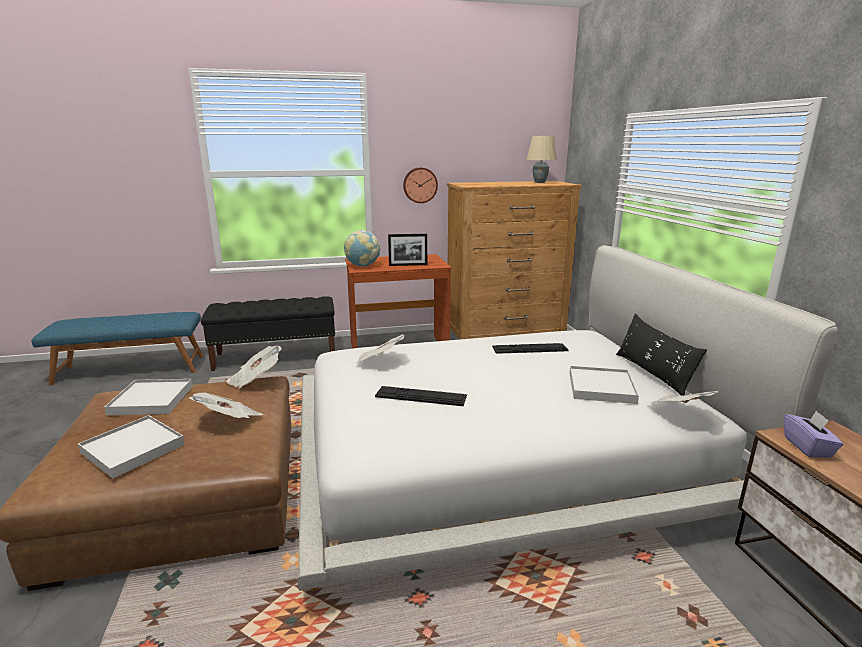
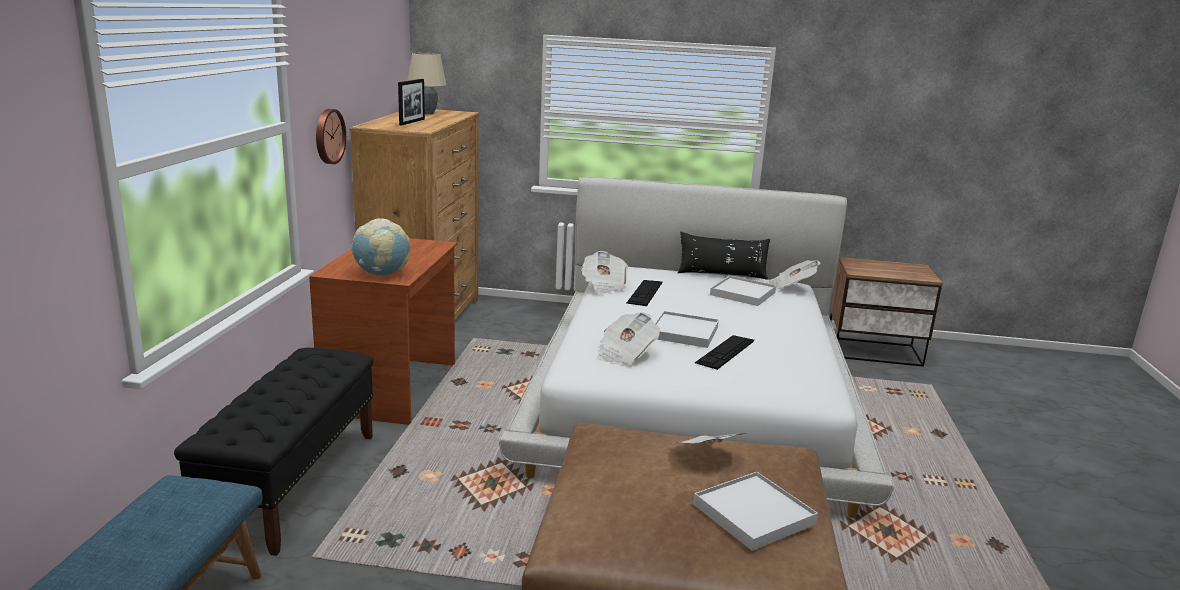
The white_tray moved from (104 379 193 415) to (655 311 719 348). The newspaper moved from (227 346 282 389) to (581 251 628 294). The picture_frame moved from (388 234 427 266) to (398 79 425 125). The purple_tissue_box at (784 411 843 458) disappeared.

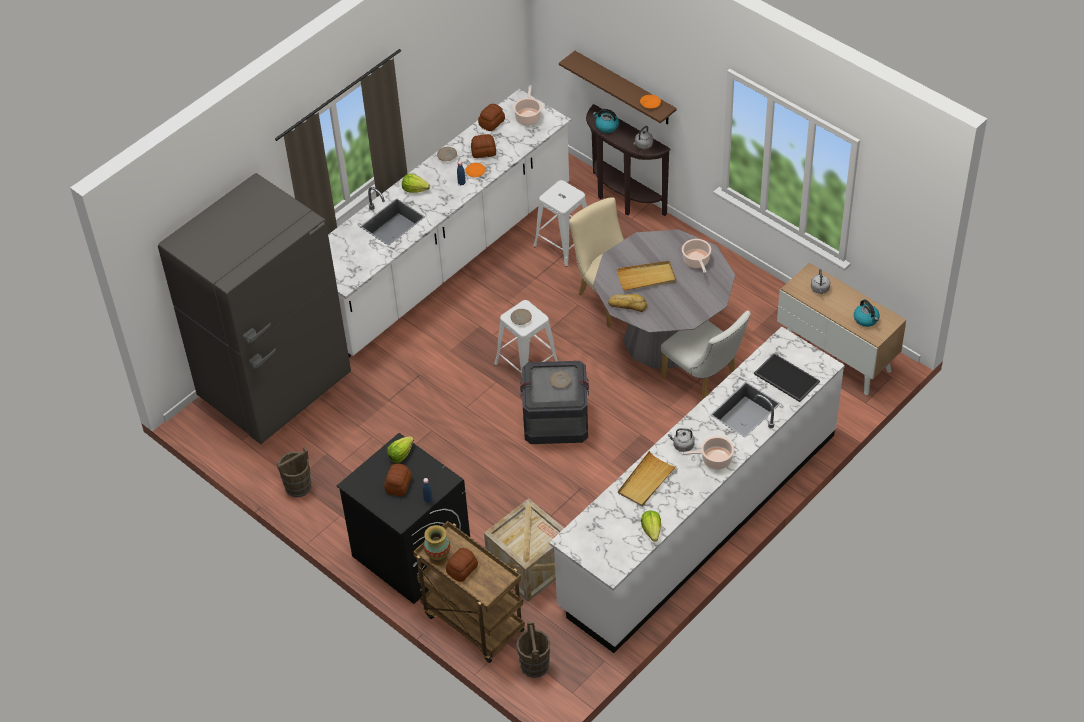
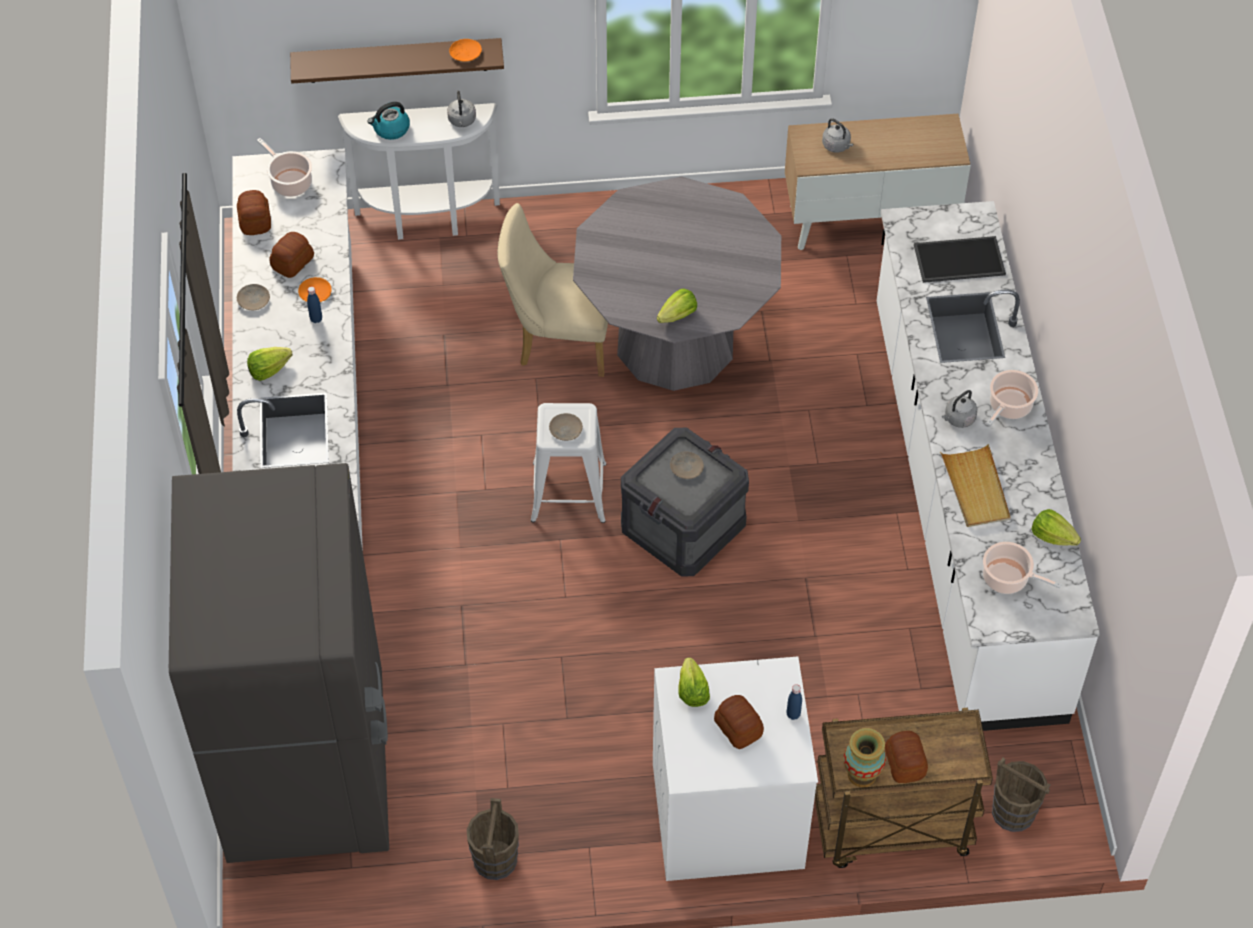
The black_washing_machine at (337 433 470 604) became the white_washing_machine at (653 656 818 881). The crate at (484 498 564 602) disappeared. The white_stool at (533 180 587 267) disappeared. The brown_console_table at (586 104 670 216) became the white_console_table at (338 103 500 240). The bread at (608 294 647 312) was replaced by the lettuce at (657 288 697 323). The beige_tray at (617 261 676 291) disappeared. The white_chair at (661 310 751 400) disappeared. The cooking_pot moved from (682 239 711 273) to (983 542 1062 594). The kettle at (854 300 880 327) disappeared.

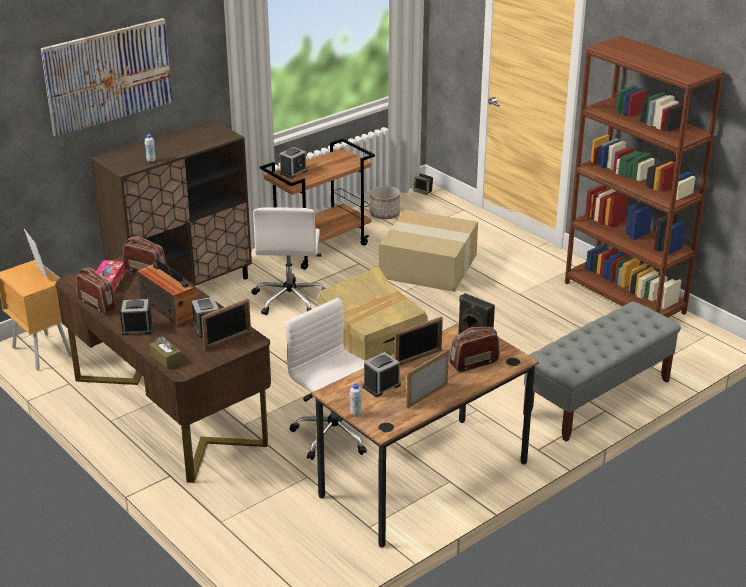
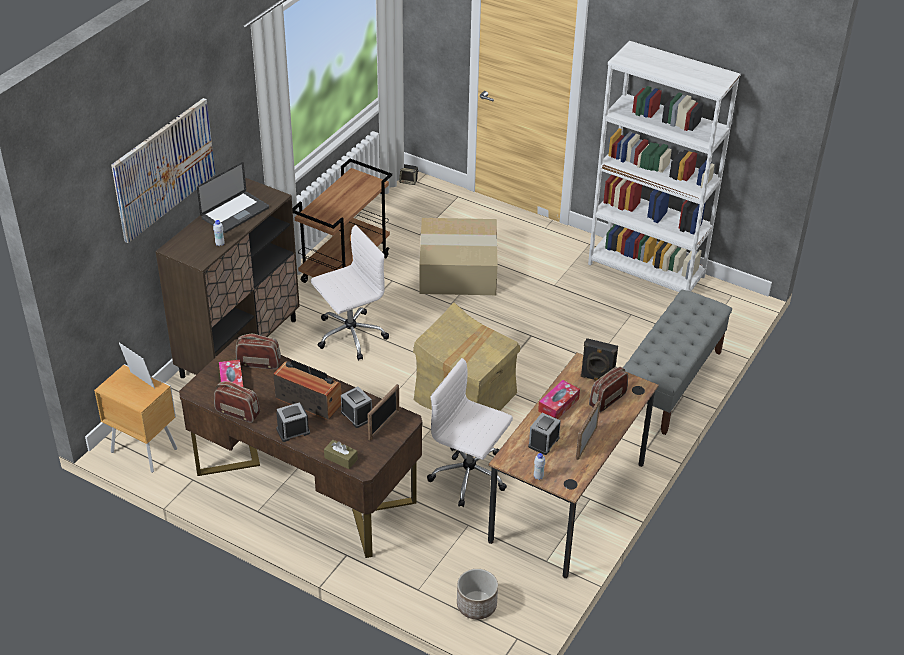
The white_office_chair at (251 207 326 315) turned 105 degrees counterclockwise. The alarm_clock at (280 147 308 178) disappeared. The planter moved from (370 186 400 219) to (457 569 498 619). The picture_frame at (395 317 443 365) was replaced by the tissue_box at (538 380 580 419). The brown_bookcase at (565 36 724 318) became the white_bookcase at (588 41 741 292). The laptop at (197 162 269 233) appeared.

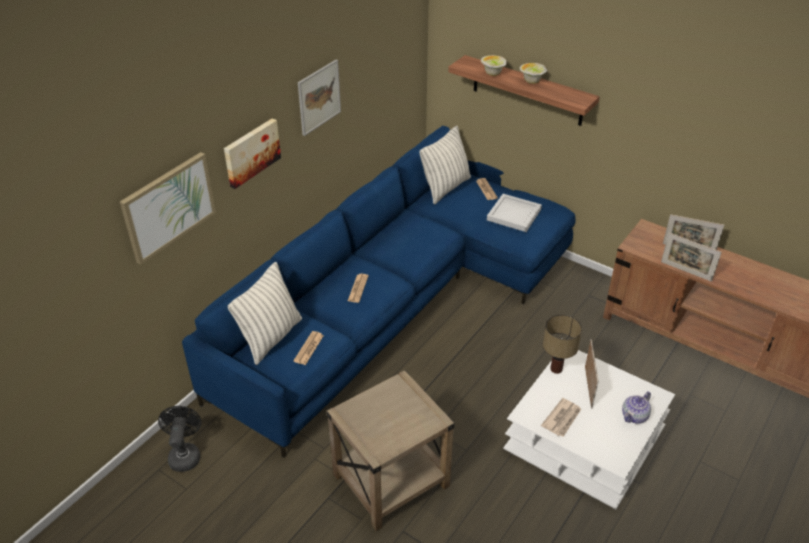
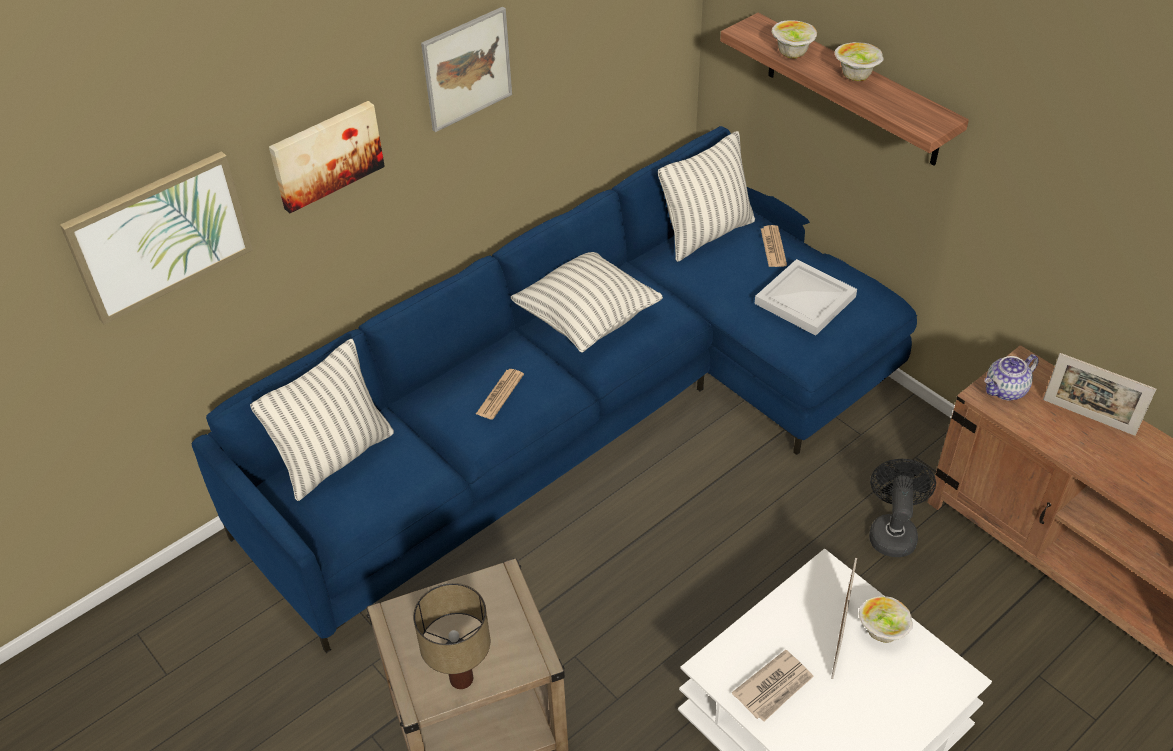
The black_fan moved from (158 406 201 472) to (869 459 936 557). The newspaper at (293 331 324 365) disappeared. The table_lamp moved from (543 314 582 374) to (413 583 490 689). The teapot moved from (622 391 651 424) to (984 354 1039 401). The picture_frame at (661 232 721 282) disappeared. The pillow at (510 252 663 353) appeared. The bowl at (859 596 913 643) appeared.

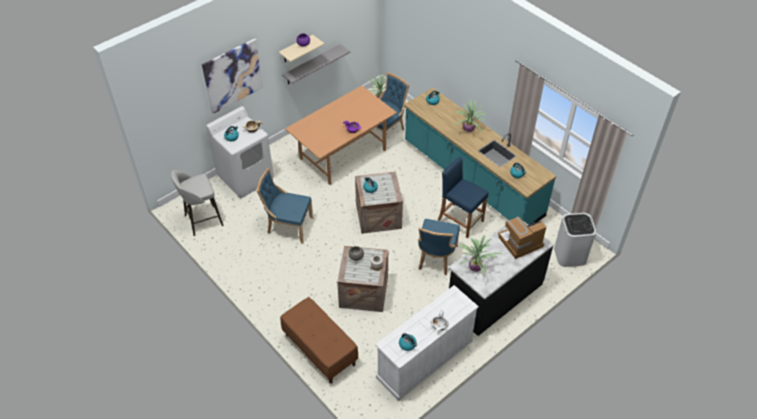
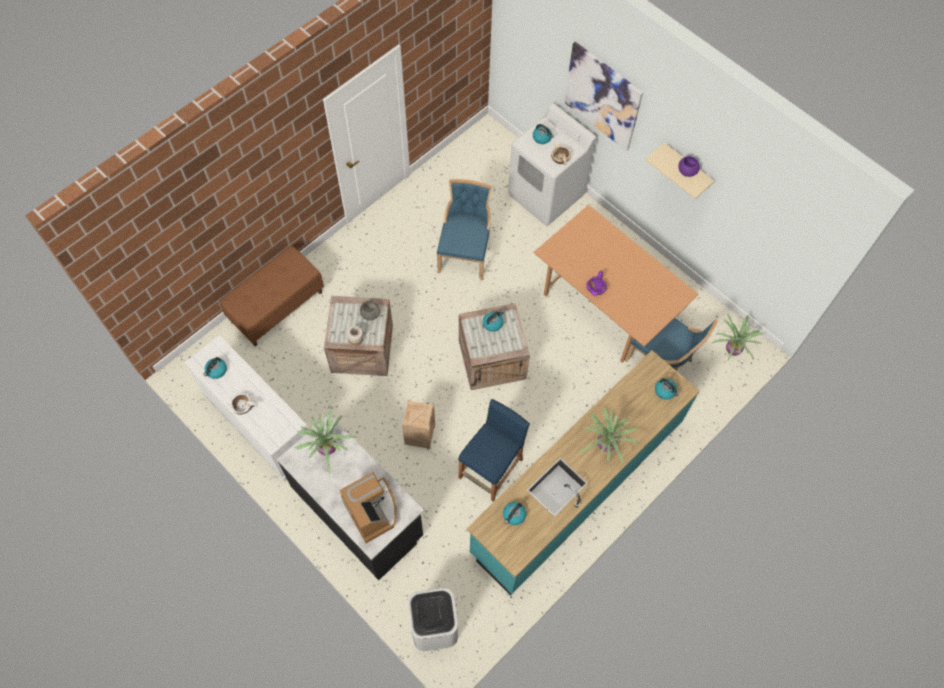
The grey_stool at (171 170 224 236) disappeared. The grey_shelf at (282 44 350 84) disappeared. The blue_chair at (418 219 460 275) was replaced by the crate at (402 400 435 449).

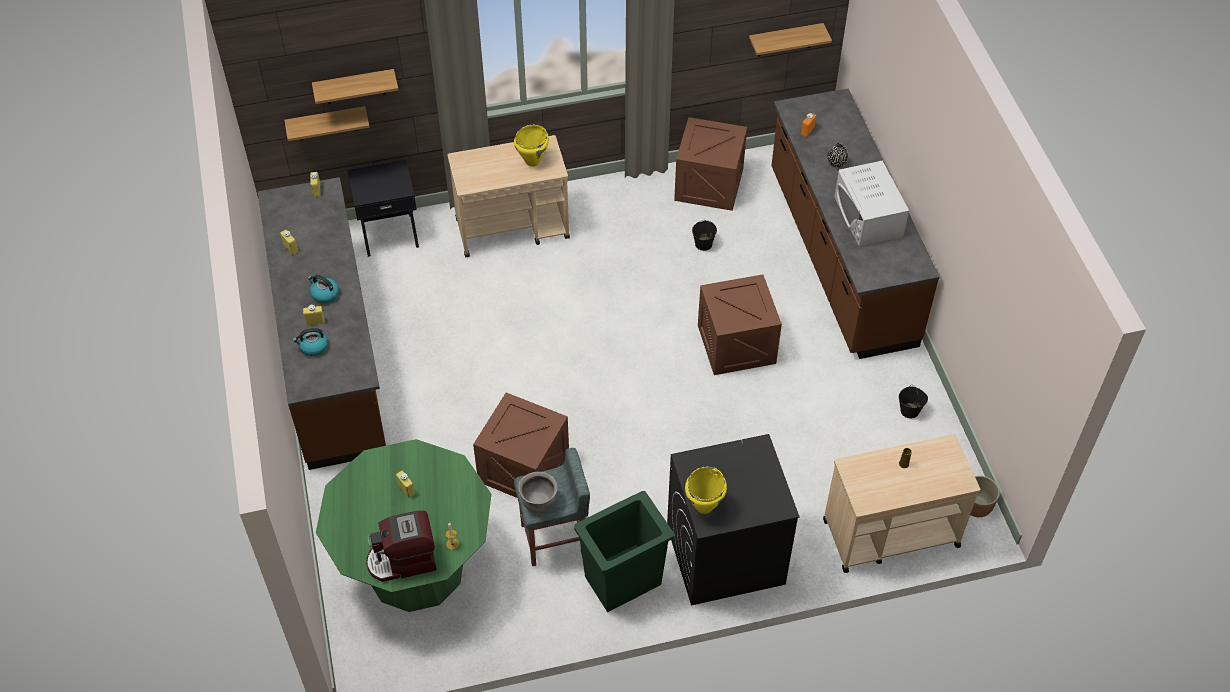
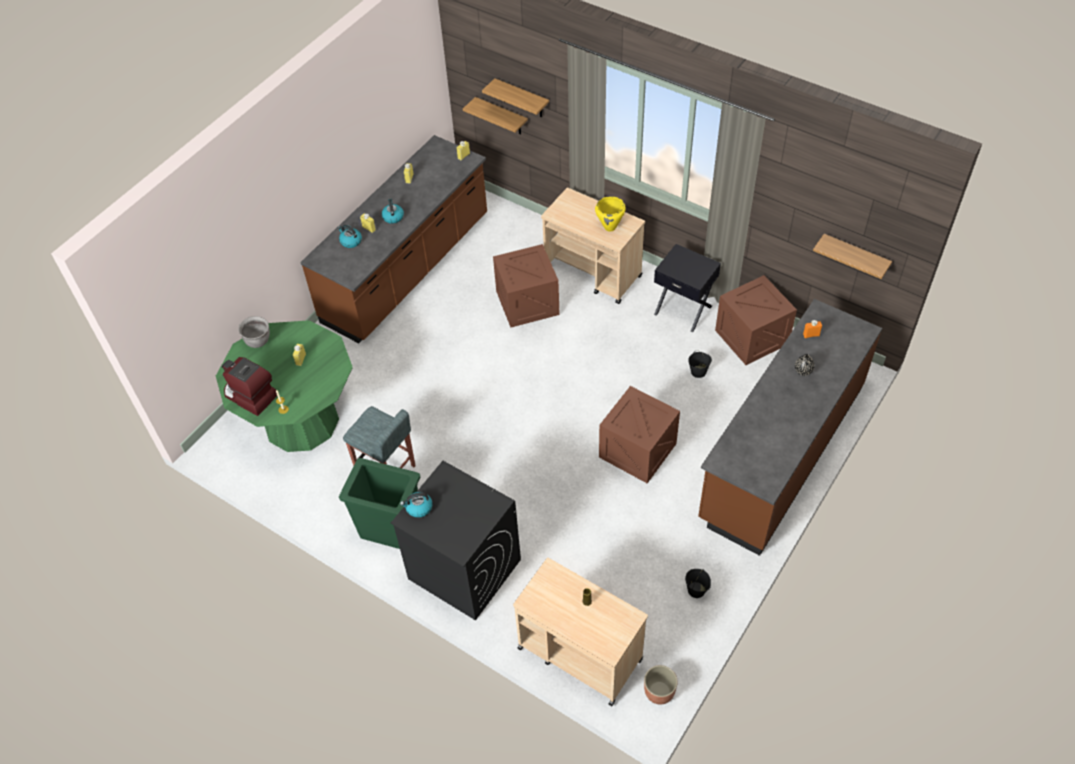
The black_nightstand moved from (348 160 419 257) to (654 244 721 332). The crate moved from (473 393 569 498) to (493 244 560 327). The grey_cooking_pot moved from (518 472 558 513) to (238 316 270 348). The yellow_cooking_pot at (685 466 727 514) was replaced by the kettle at (400 492 433 518). The white_microwave at (834 161 909 247) disappeared.

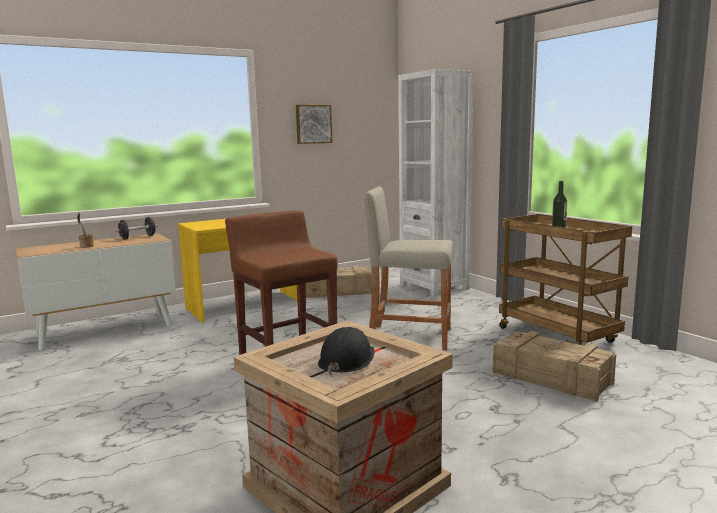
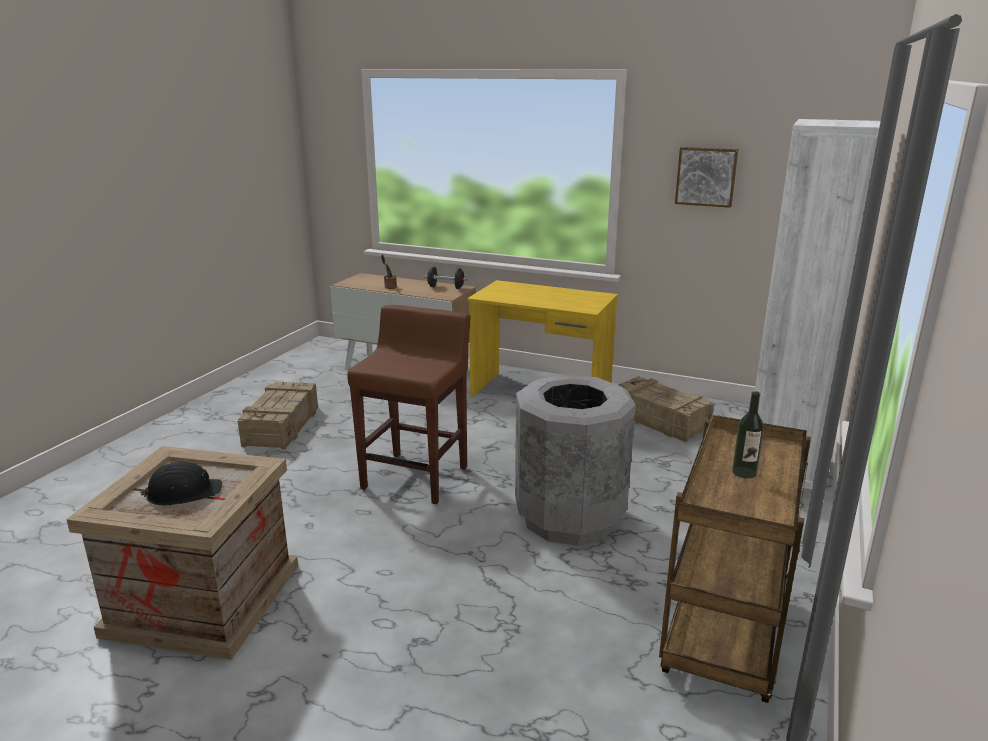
The beige_stool at (364 187 453 351) was replaced by the grey_trash_can at (515 374 636 546). The crate moved from (493 331 616 402) to (238 382 318 450).

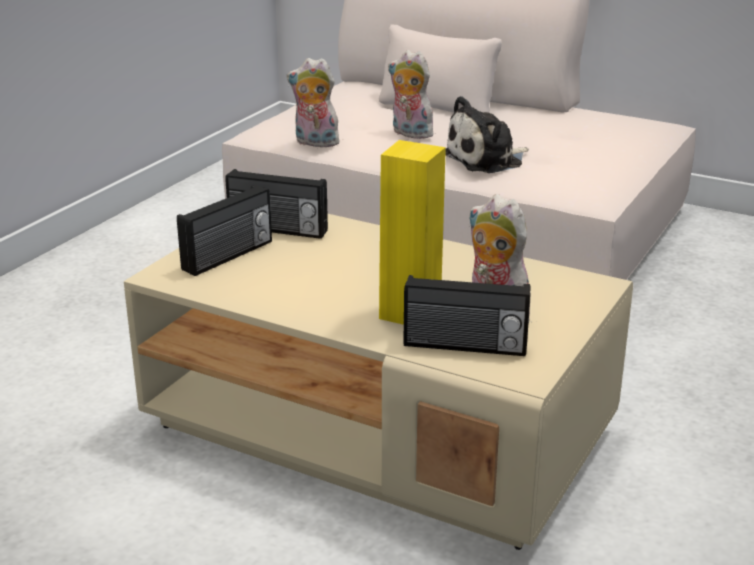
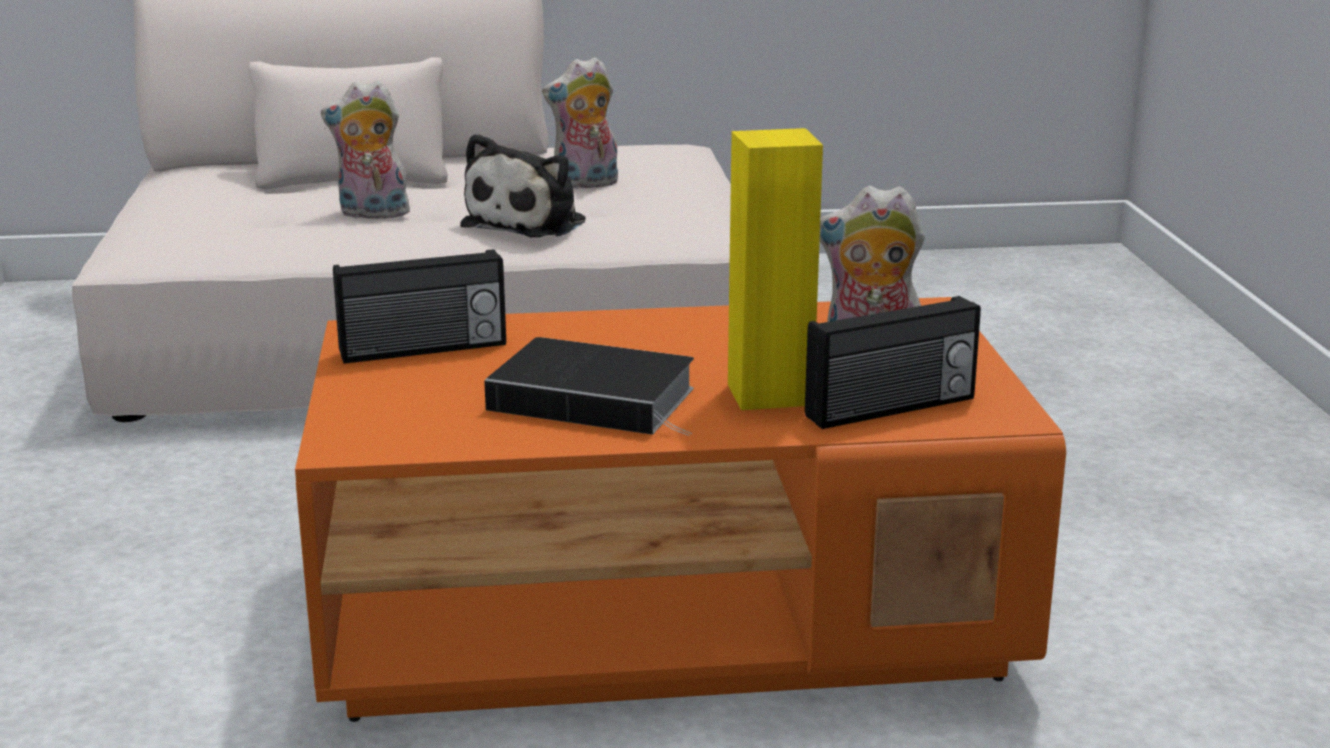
The beige_coffee_table at (124 214 633 550) became the orange_coffee_table at (295 297 1066 722). The radio at (177 185 272 276) disappeared. The plush_toy moved from (287 58 340 149) to (542 57 618 189). The book at (484 337 694 436) appeared.

